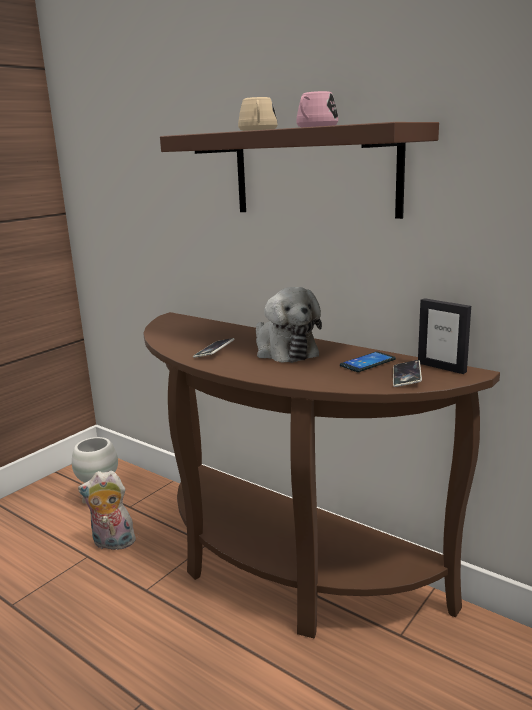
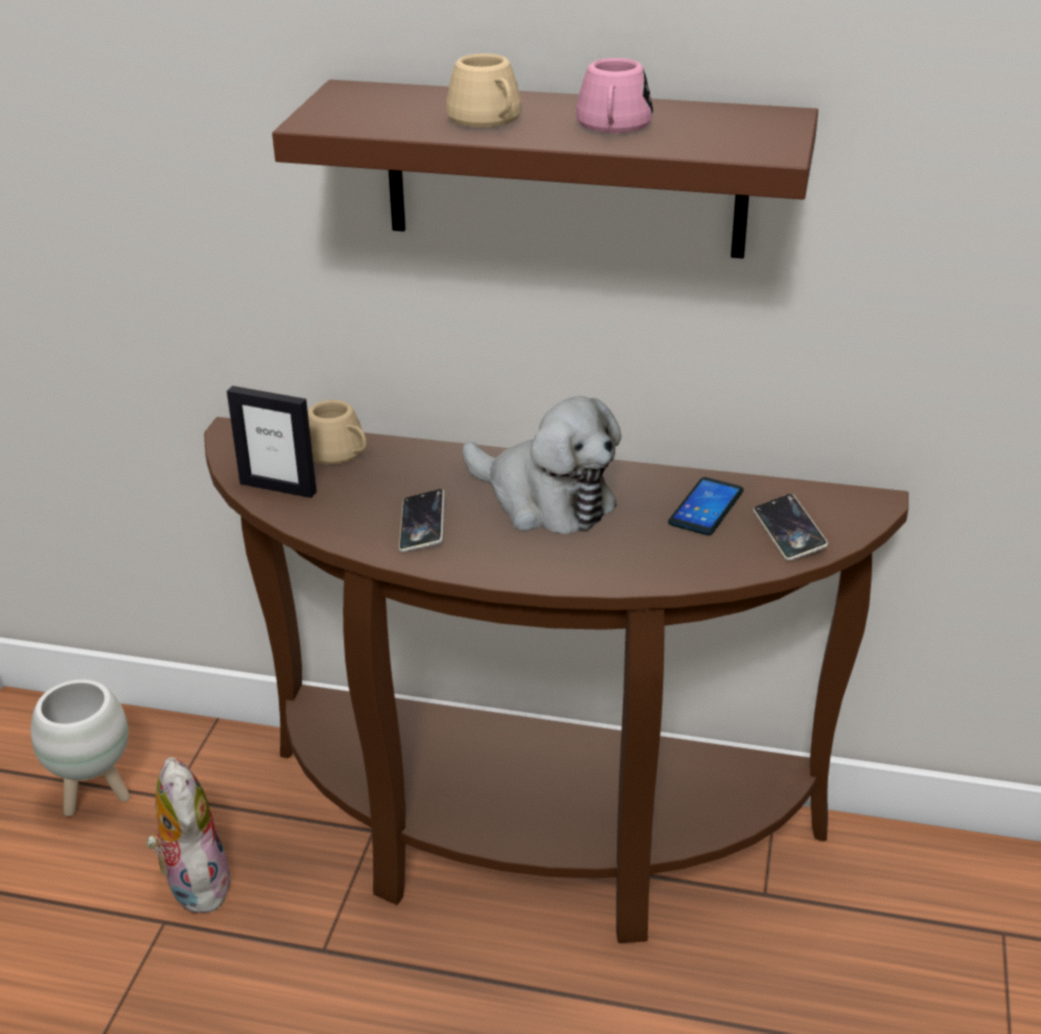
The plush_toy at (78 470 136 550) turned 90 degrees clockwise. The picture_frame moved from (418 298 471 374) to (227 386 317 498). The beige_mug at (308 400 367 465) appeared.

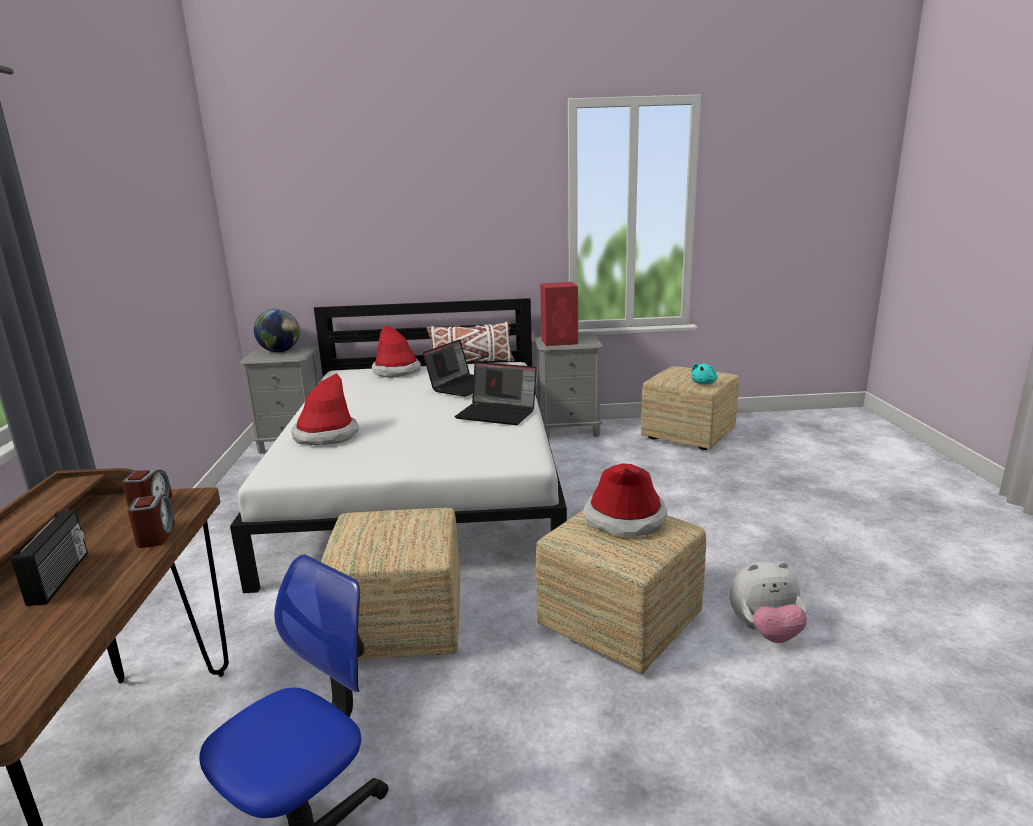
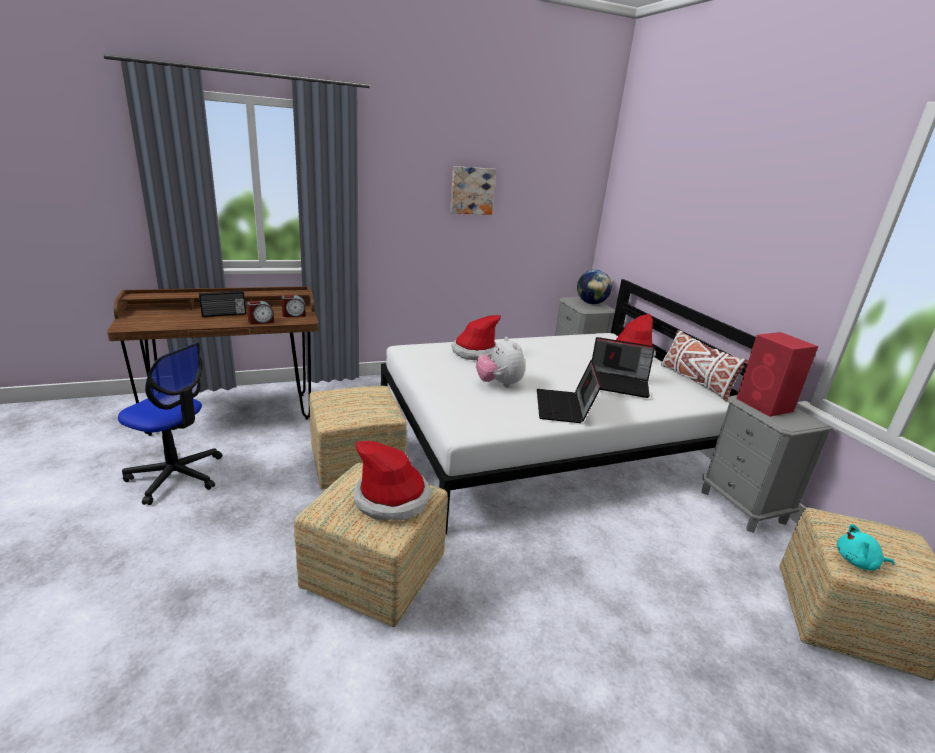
The plush_toy moved from (730 561 807 643) to (476 337 525 388). The picture at (450 166 496 215) appeared.

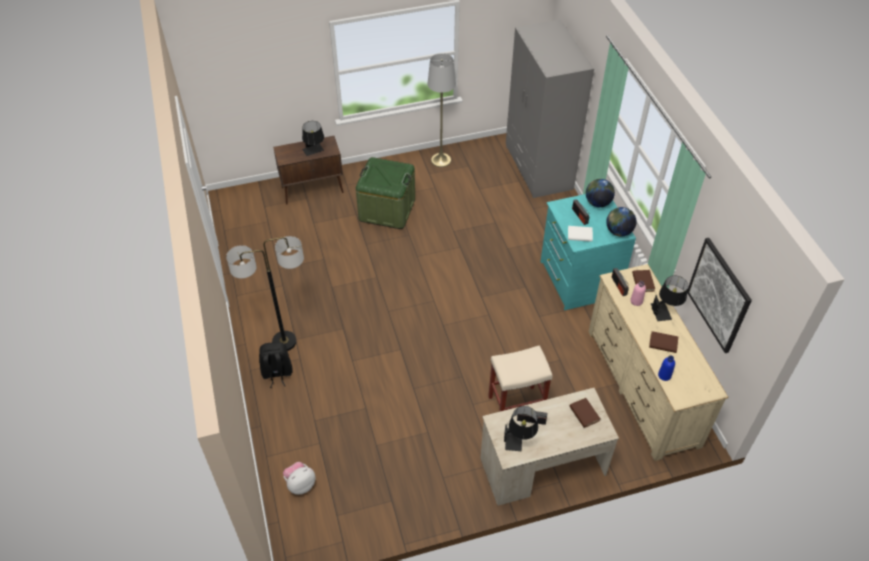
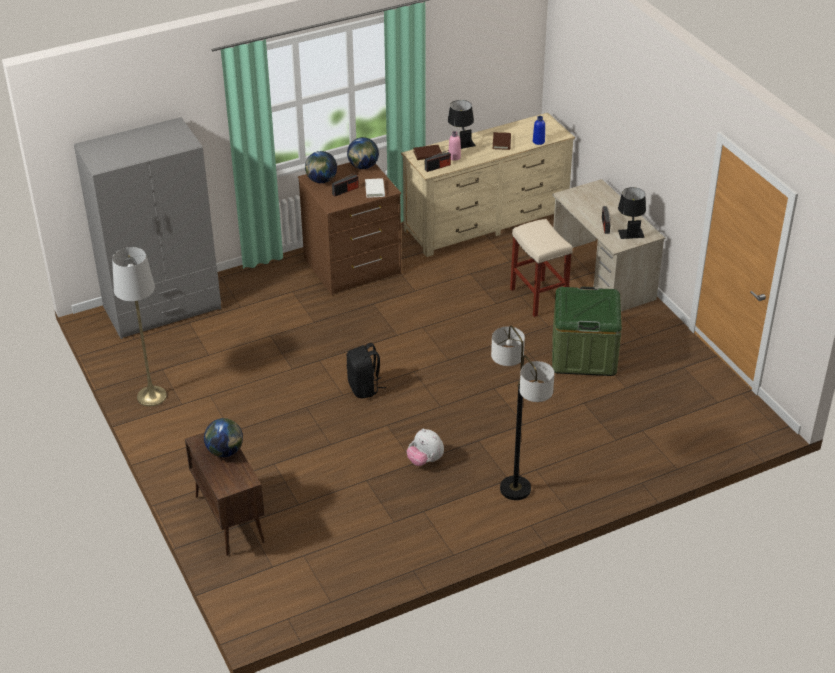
The black_backpack moved from (259 342 293 388) to (346 343 386 398). The plush_toy moved from (283 462 316 495) to (407 429 444 466). The black_table_lamp at (302 121 324 156) was replaced by the globe at (204 418 243 457). The green_storage_box moved from (356 157 415 229) to (552 287 622 376). The turquoise_dresser at (540 194 636 310) became the brown_dresser at (298 162 401 295). The brown_book at (570 398 600 428) disappeared. The picture at (687 238 752 353) disappeared.

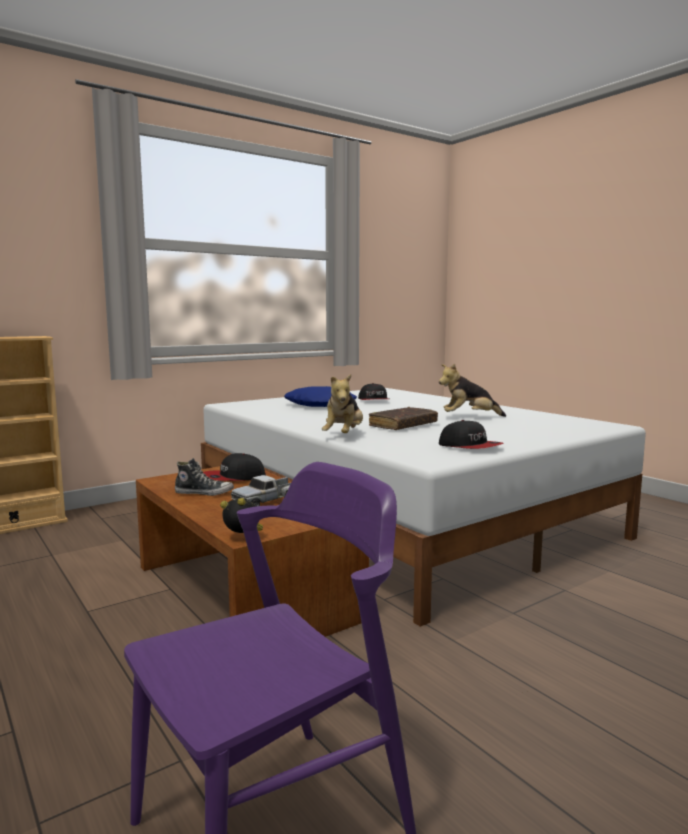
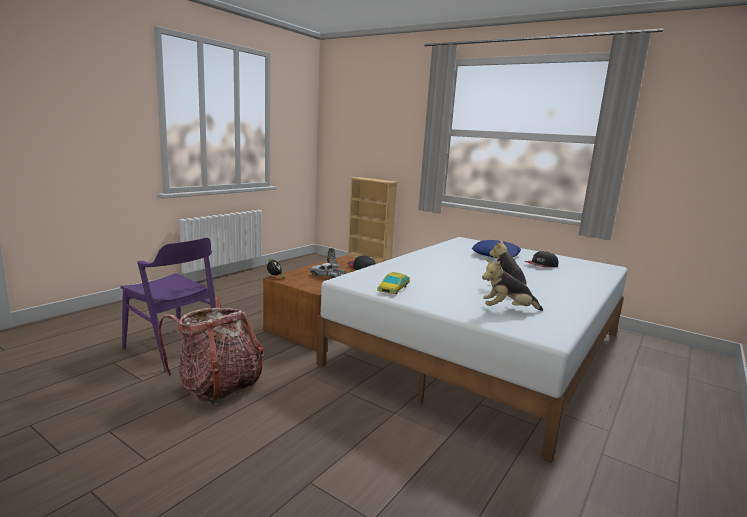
The plush_toy moved from (322 374 363 433) to (482 259 543 311). The brown_book at (369 407 438 430) disappeared. The cap at (439 420 504 449) was replaced by the toy_car at (377 272 410 294). The backpack at (158 297 263 404) appeared.

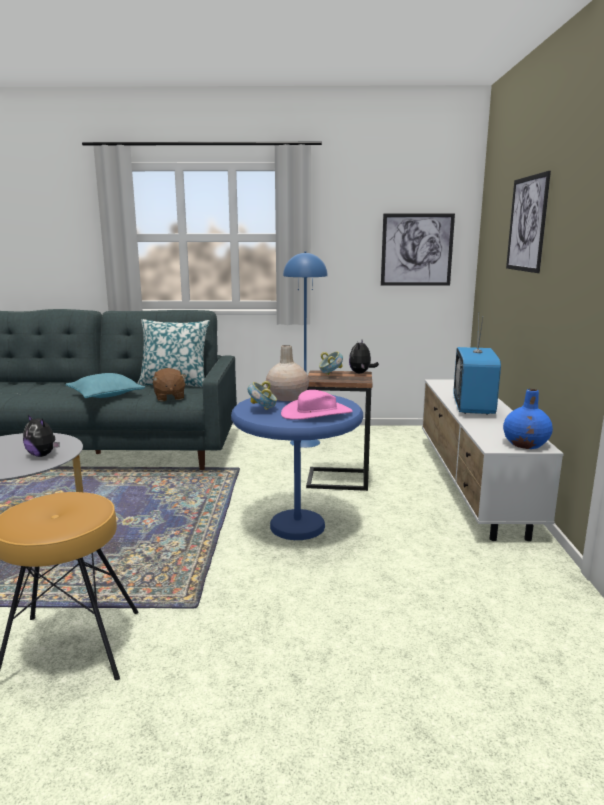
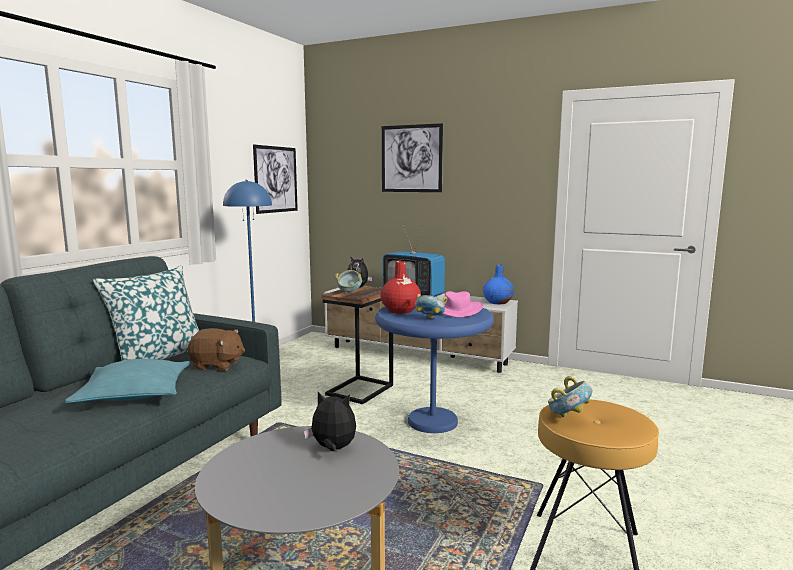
The plush_toy at (23 415 60 457) turned 135 degrees counterclockwise. The beige_vase at (266 345 309 401) became the red_vase at (381 261 421 314). The bowl at (548 376 592 417) appeared.

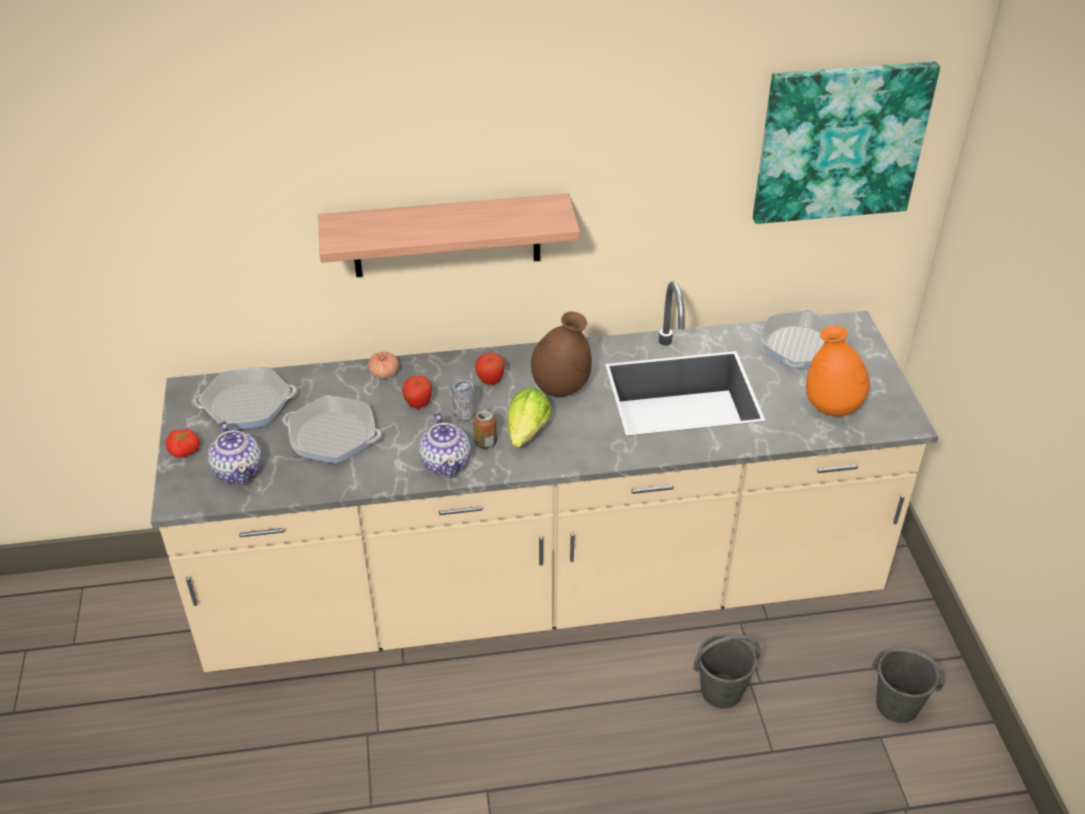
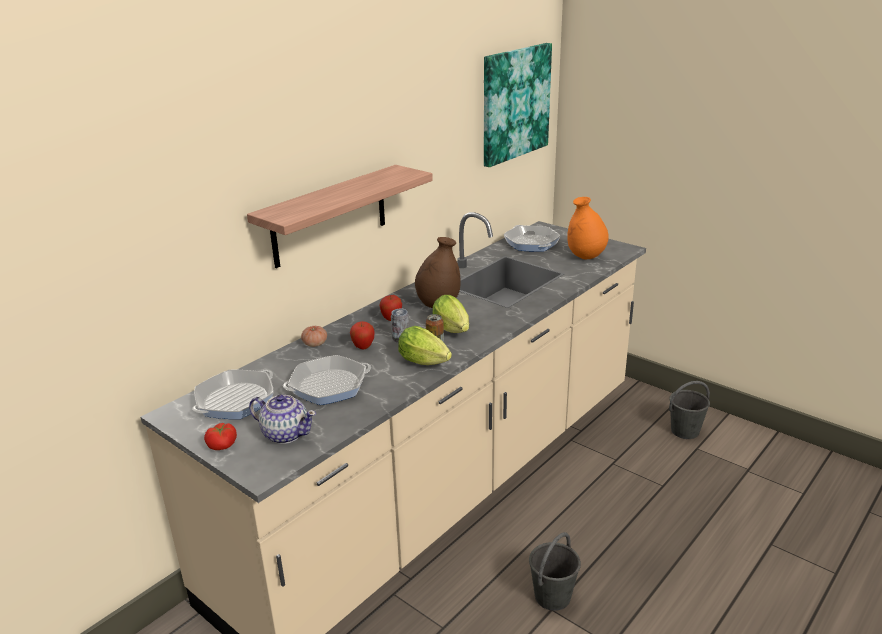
The teapot at (419 412 471 478) was replaced by the lettuce at (398 326 452 365). The grey_bucket moved from (693 634 760 709) to (529 532 581 611).

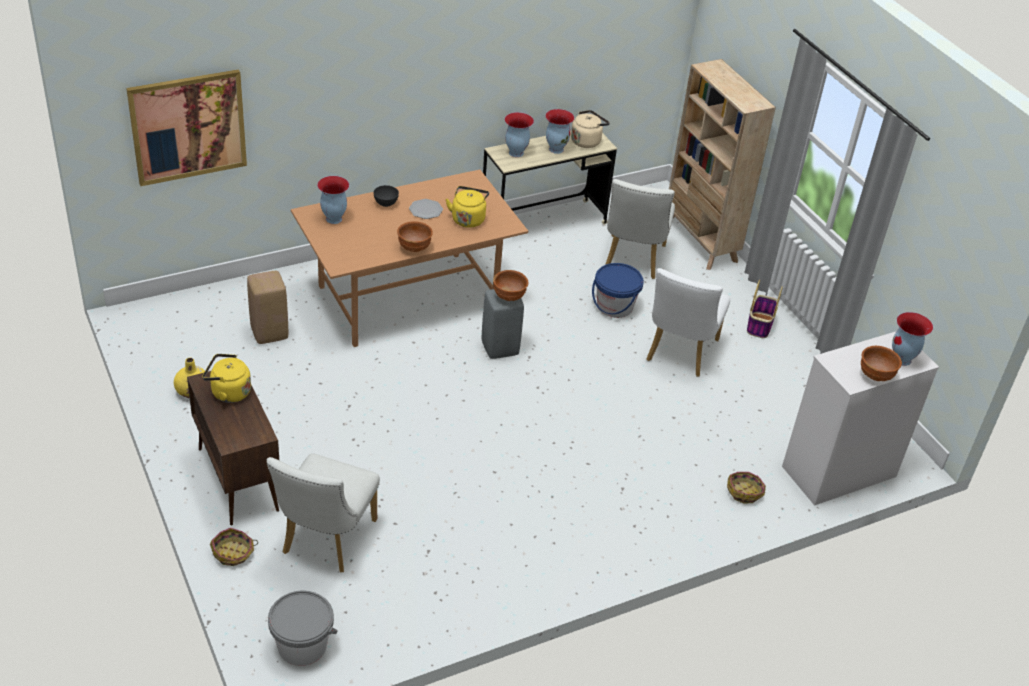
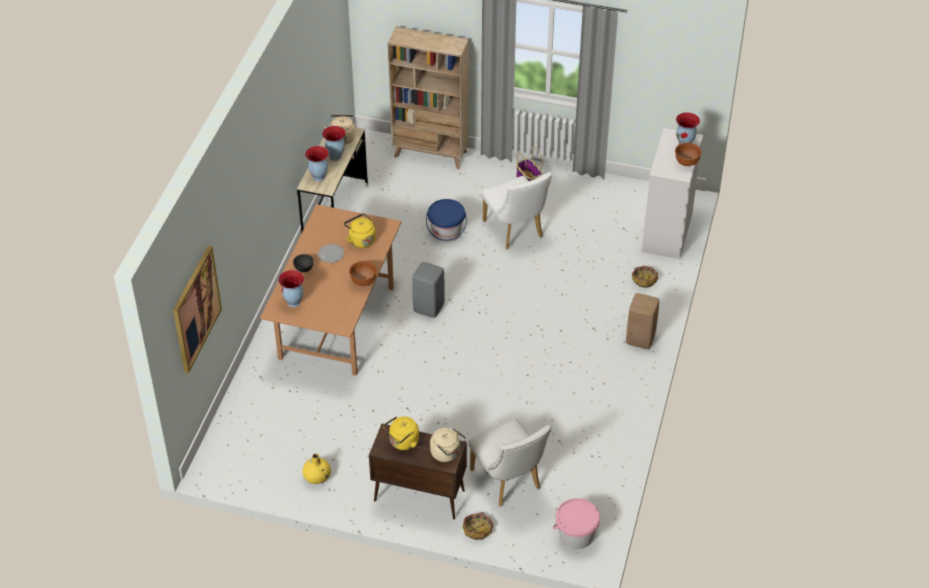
The beige_stool moved from (247 271 288 344) to (626 293 659 349). The grey_bucket at (268 591 338 666) became the pink_bucket at (553 498 600 549). The brown_bowl at (493 270 528 301) disappeared. The white_chair at (605 179 675 279) disappeared. The beige_kettle at (430 428 466 462) appeared.

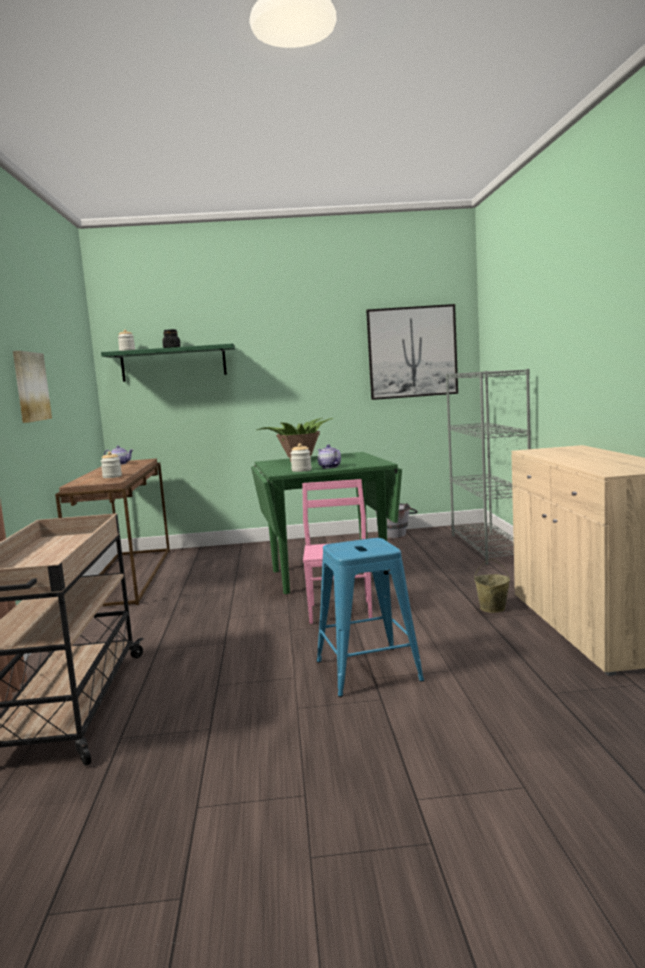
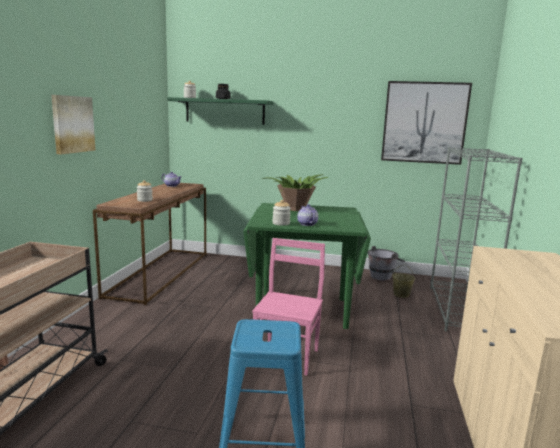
The beige_bucket moved from (474 559 510 613) to (392 264 415 298).

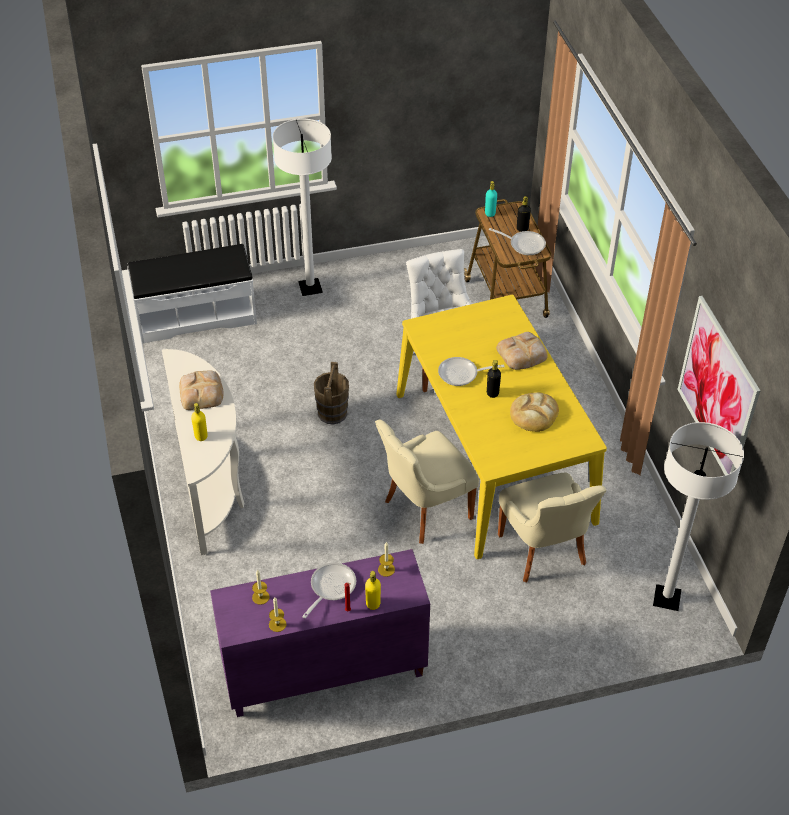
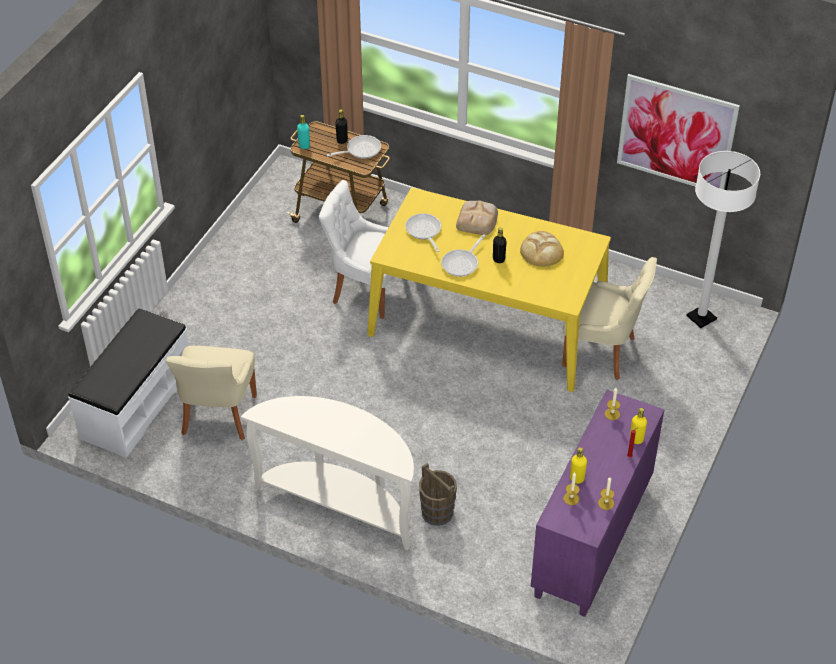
The bread at (179 371 223 410) disappeared. The yellow_bottle moved from (191 403 208 441) to (570 447 587 484). The white_floor_lamp at (273 119 332 296) disappeared. The frying_pan moved from (302 563 356 619) to (405 213 442 252). The brown_bucket moved from (314 362 349 425) to (419 463 457 526). The beige_chair moved from (375 419 479 544) to (166 346 257 440).

